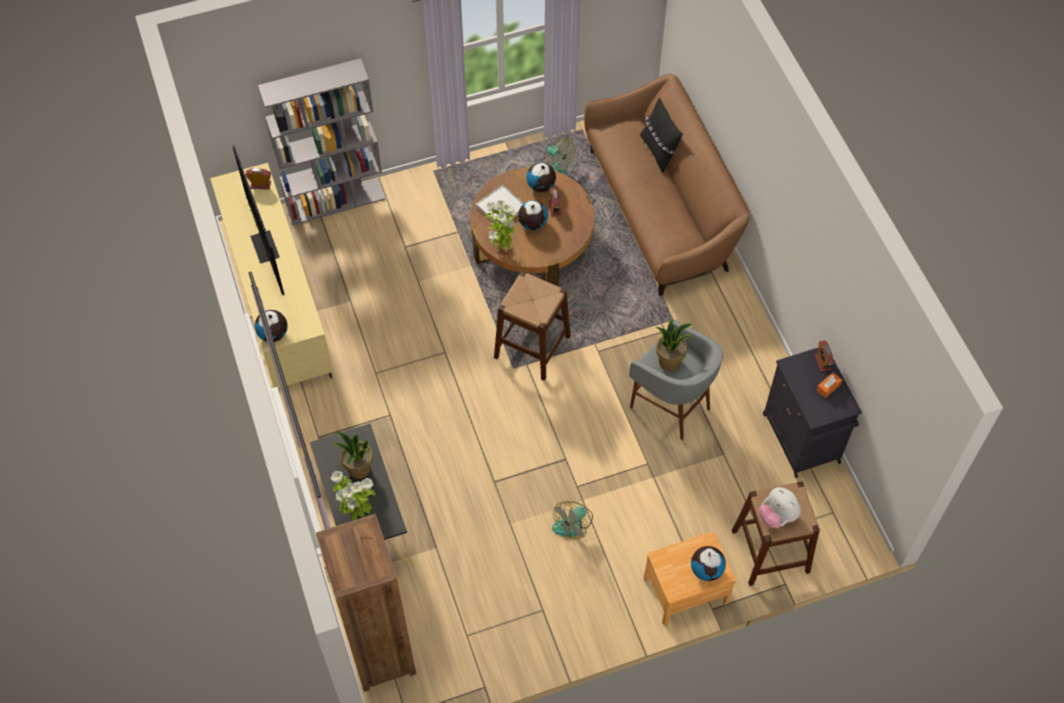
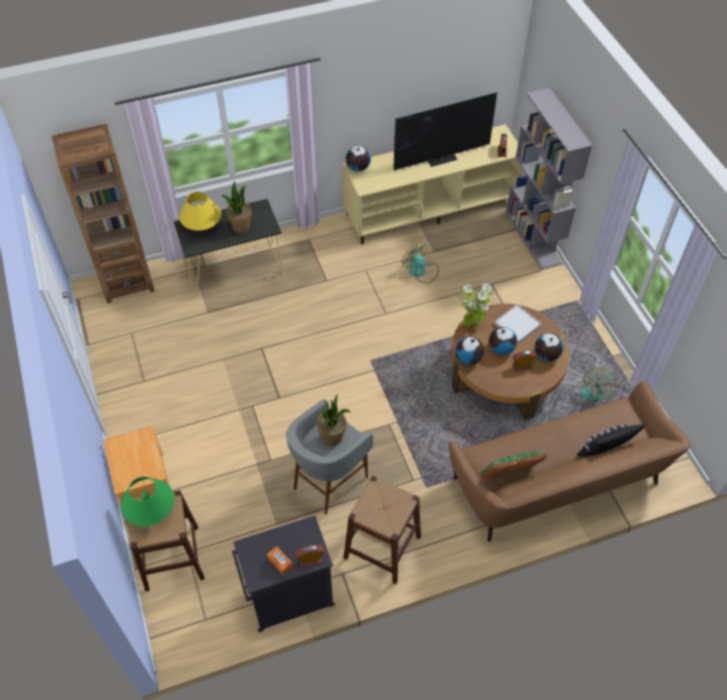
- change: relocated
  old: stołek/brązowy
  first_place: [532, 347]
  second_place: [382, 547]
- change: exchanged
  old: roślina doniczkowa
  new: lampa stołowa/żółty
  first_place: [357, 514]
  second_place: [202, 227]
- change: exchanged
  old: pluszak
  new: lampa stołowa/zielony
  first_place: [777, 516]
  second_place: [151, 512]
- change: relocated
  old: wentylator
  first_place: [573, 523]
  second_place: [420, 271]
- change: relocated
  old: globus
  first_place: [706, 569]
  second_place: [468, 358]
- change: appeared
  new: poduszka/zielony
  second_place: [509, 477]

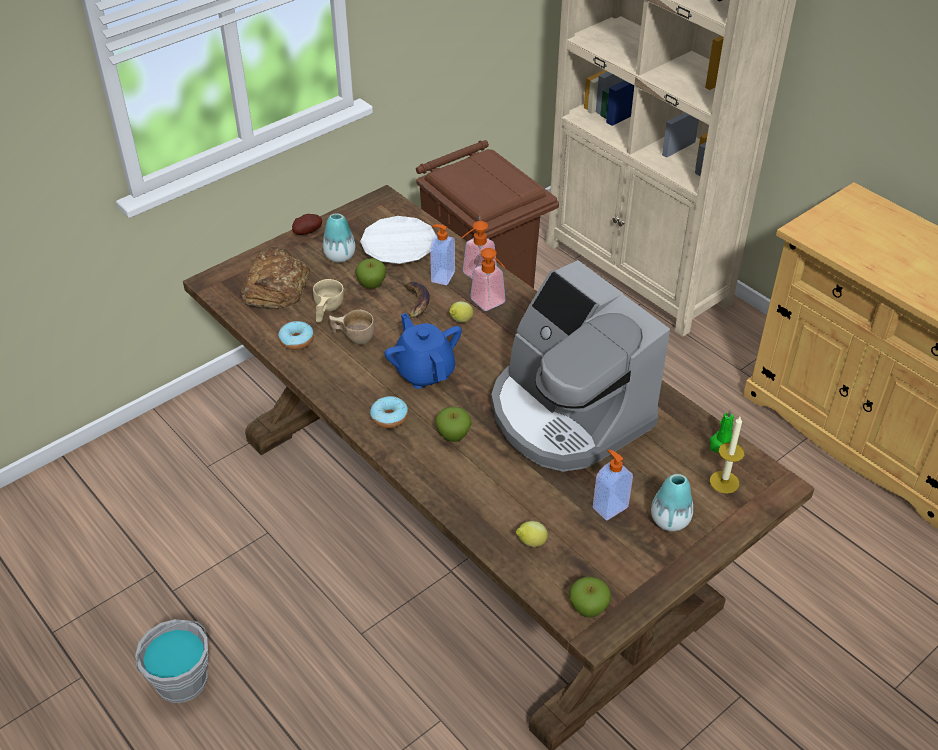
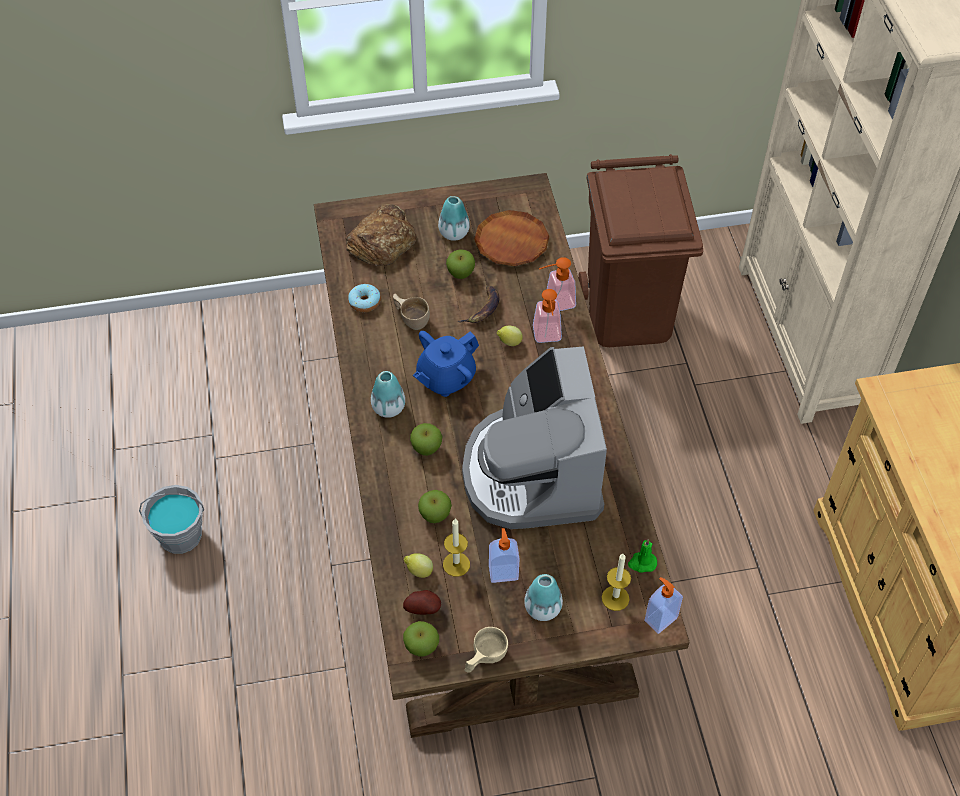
- change: relocated
  old: ziemniak
  first_place: [307, 232]
  second_place: [423, 608]
- change: colour
  old: talerz/biały
  new: talerz/brązowy
  first_place: [399, 245]
  second_place: [511, 242]
- change: relocated
  old: dozownik mydła
  first_place: [442, 276]
  second_place: [660, 618]
- change: relocated
  old: filiżanka/beżowy
  first_place: [326, 311]
  second_place: [484, 658]
- change: spun
  old: imbryk/niebieski
  first_place: [424, 371]
  second_place: [445, 378]
  degrees: -135
- change: exchanged
  old: donut
  new: wazon
  first_place: [389, 417]
  second_place: [388, 408]
- change: appeared
  new: jabłko
  second_place: [435, 515]
- change: appeared
  new: świeca
  second_place: [456, 564]

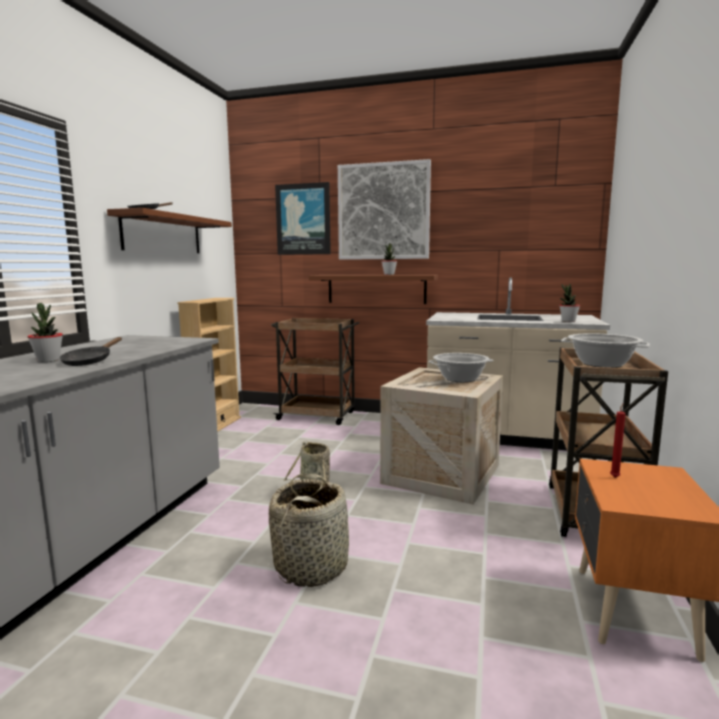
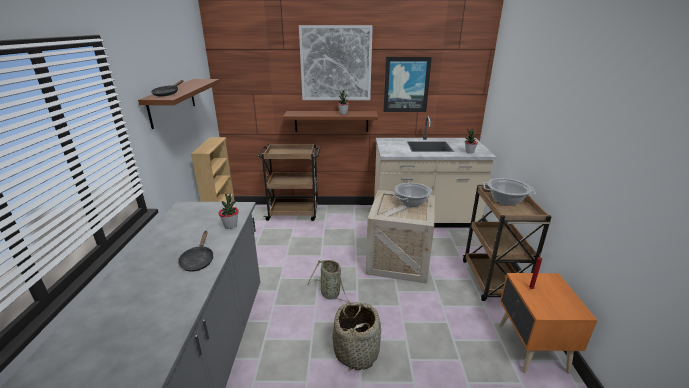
- change: relocated
  old: obraz
  first_place: [303, 219]
  second_place: [406, 85]
- change: relocated
  old: roślina doniczkowa
  first_place: [48, 360]
  second_place: [230, 226]

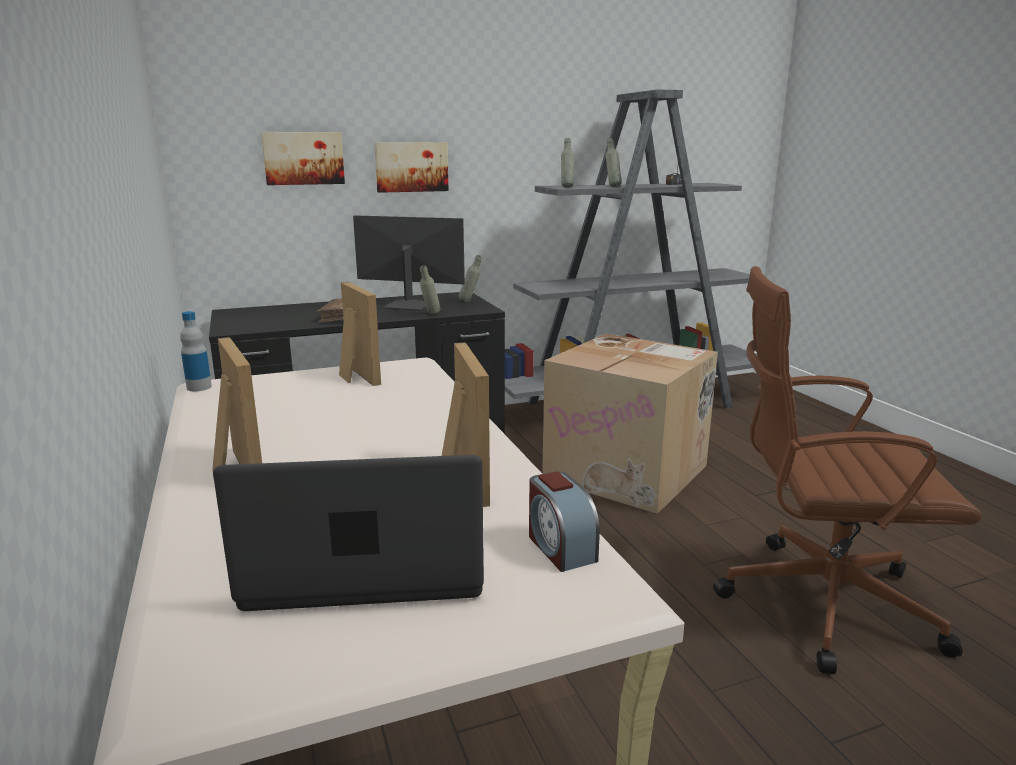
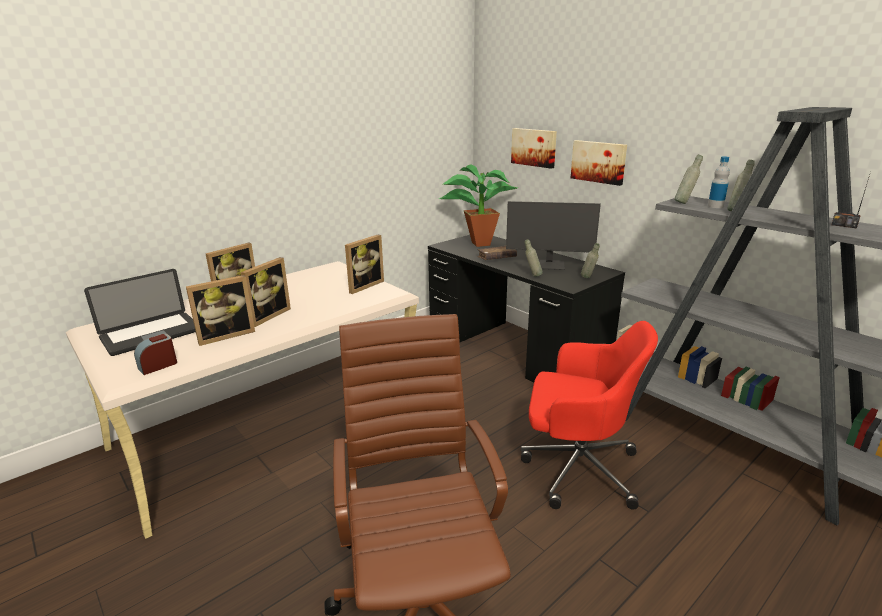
- change: spun
  old: monitor
  first_place: [407, 305]
  second_place: [549, 265]
  degrees: 105
- change: relocated
  old: butelka
  first_place: [199, 387]
  second_place: [715, 206]
- change: exchanged
  old: karton
  new: krzesło biurowe/czerwony
  first_place: [628, 471]
  second_place: [576, 467]
- change: spun
  old: laptop
  first_place: [367, 567]
  second_place: [151, 335]
  degrees: 75
- change: appeared
  new: roślina doniczkowa
  second_place: [476, 243]
- change: appeared
  new: ramka na zdjęcie
  second_place: [266, 316]

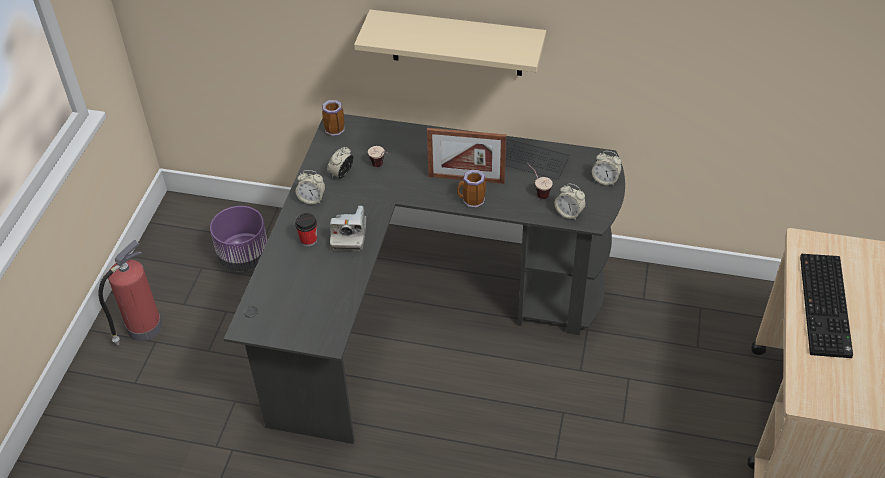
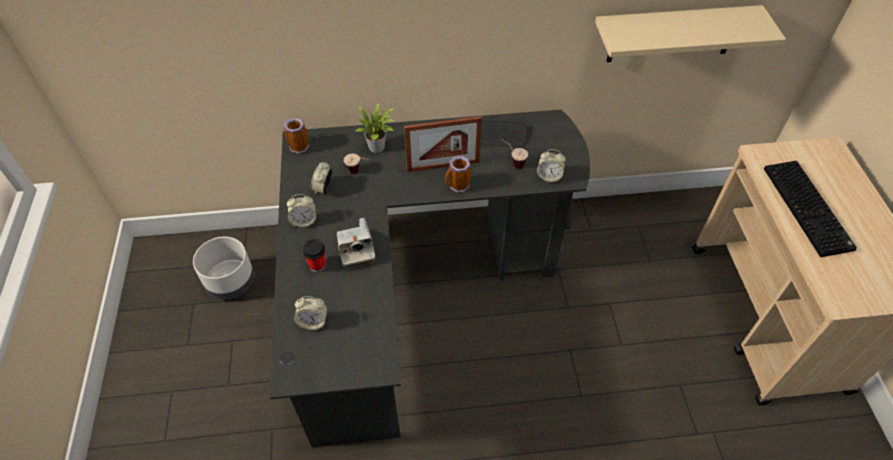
- change: relocated
  old: półka/beżowy
  first_place: [457, 43]
  second_place: [672, 34]
- change: relocated
  old: budzik
  first_place: [605, 180]
  second_place: [313, 322]
- change: colour
  old: donica/fioletowy
  new: donica/szary
  first_place: [243, 257]
  second_place: [230, 283]
- change: missing
  old: gaśnica
  first_place: [143, 328]
- change: appeared
  new: roślina doniczkowa
  second_place: [379, 146]

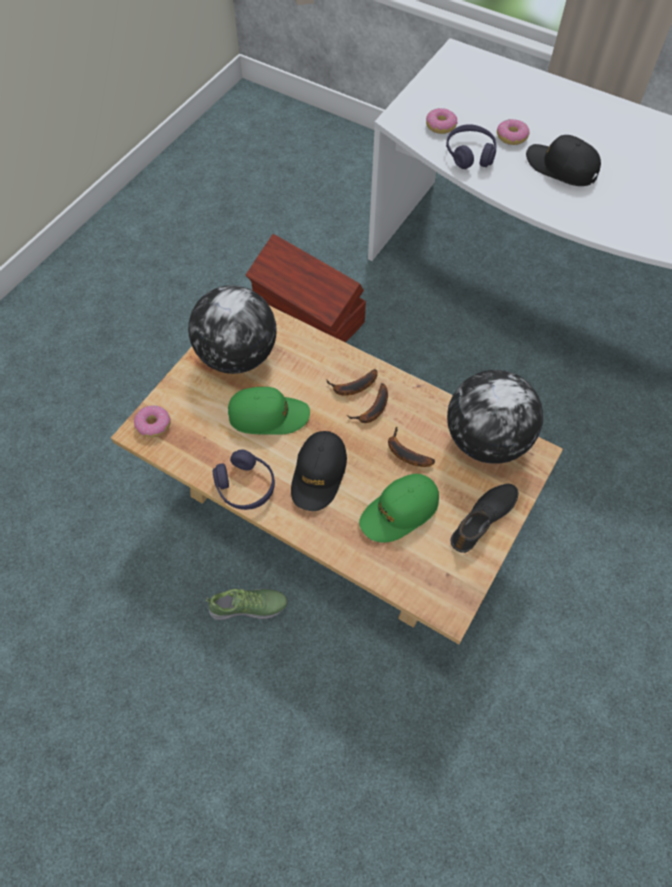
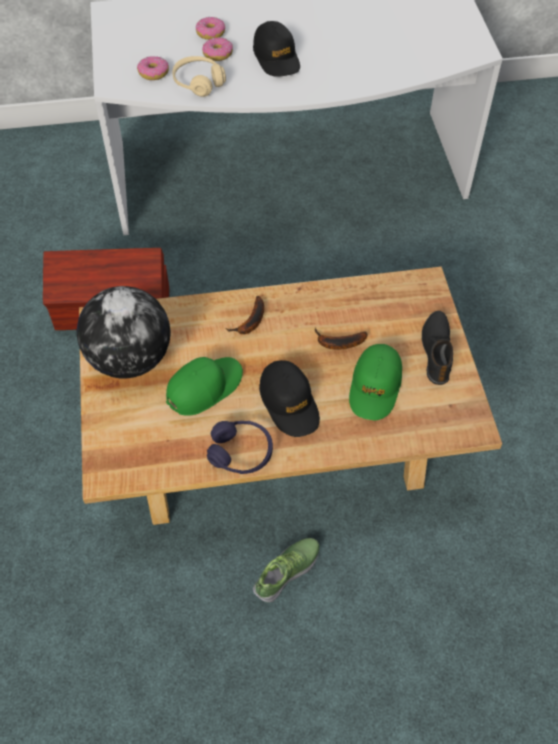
- change: colour
  old: słuchawki/fioletowy
  new: słuchawki/beżowy
  first_place: [470, 154]
  second_place: [199, 83]
- change: spun
  old: czapka z daszkiem/czarny
  first_place: [561, 167]
  second_place: [277, 58]
  degrees: -105
- change: missing
  old: globus
  first_place: [486, 440]
- change: missing
  old: banan
  first_place: [373, 410]
- change: relocated
  old: donut
  first_place: [153, 425]
  second_place: [210, 33]

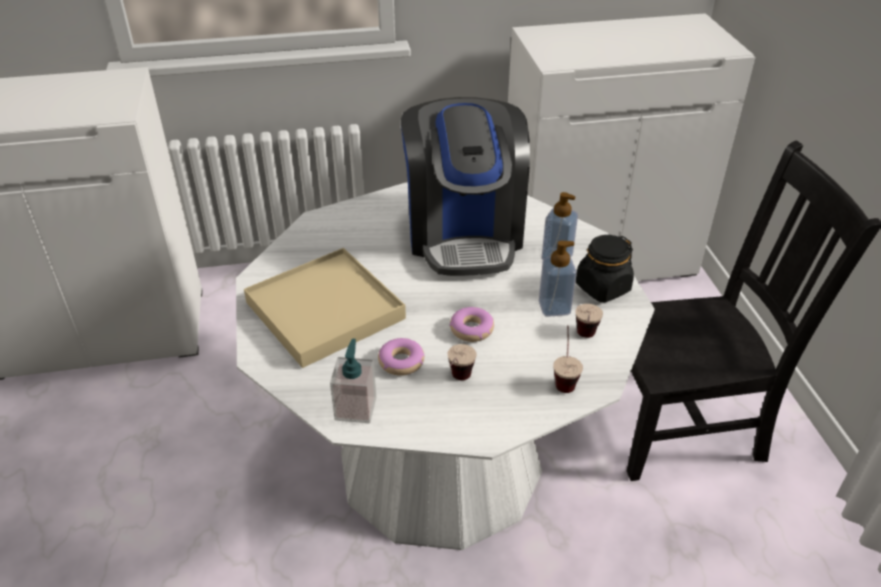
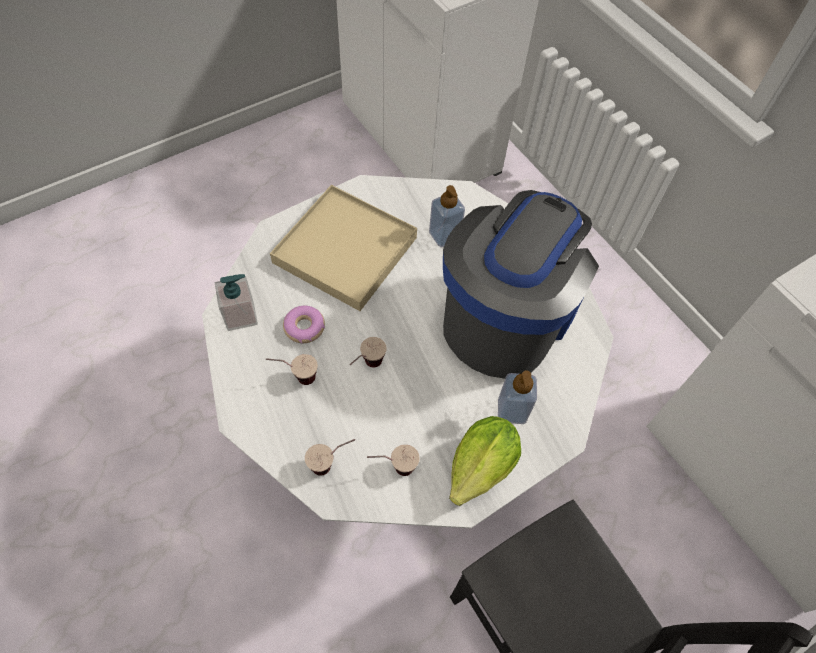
- change: spun
  old: ekspres do kawy
  first_place: [464, 234]
  second_place: [506, 316]
  degrees: 150
- change: exchanged
  old: słoik/czarny
  new: sałata
  first_place: [602, 288]
  second_place: [481, 467]
- change: relocated
  old: dozownik mydła
  first_place: [554, 307]
  second_place: [444, 235]
- change: exchanged
  old: donut
  new: filiżanka
  first_place: [471, 329]
  second_place: [367, 367]

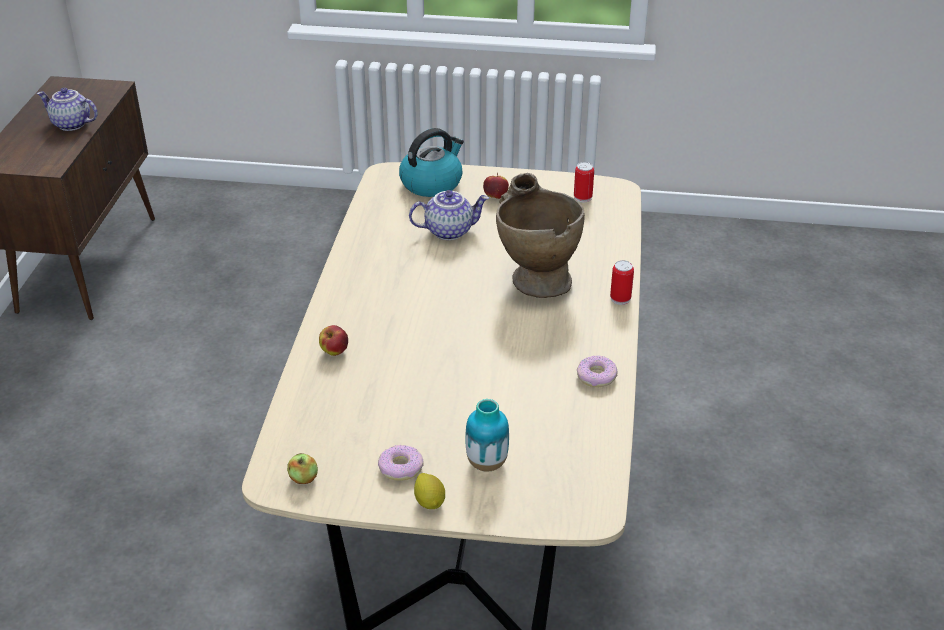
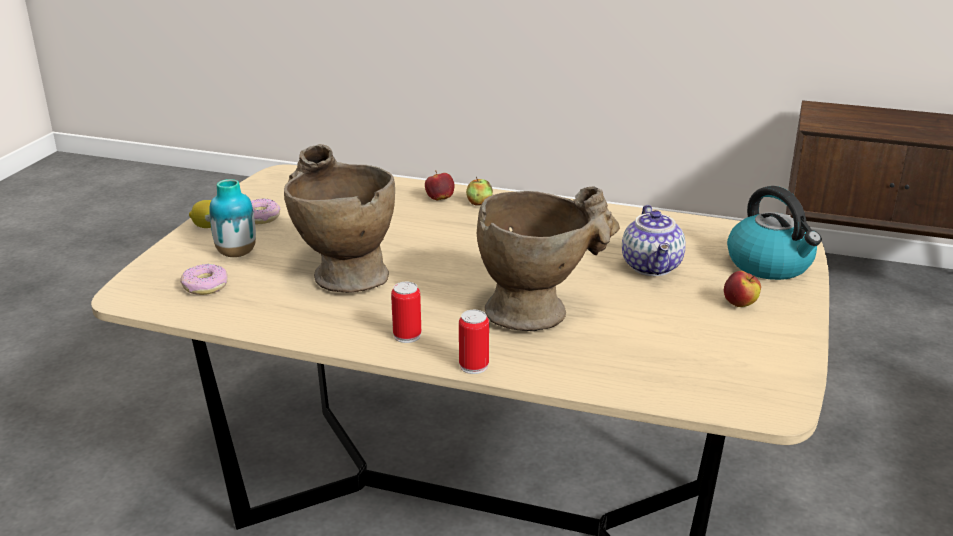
- change: missing
  old: imbryk
  first_place: [70, 124]
- change: relocated
  old: puszka
  first_place: [582, 197]
  second_place: [407, 335]
- change: relocated
  old: donut
  first_place: [596, 377]
  second_place: [205, 286]
- change: relocated
  old: jabłko
  first_place: [303, 478]
  second_place: [479, 203]
- change: appeared
  new: wazon/beżowy
  second_place: [341, 274]

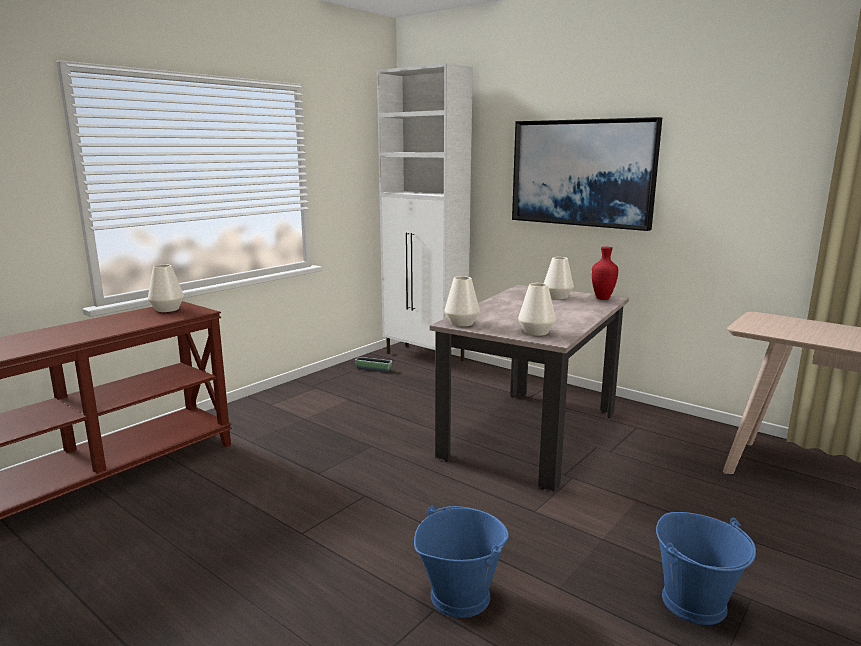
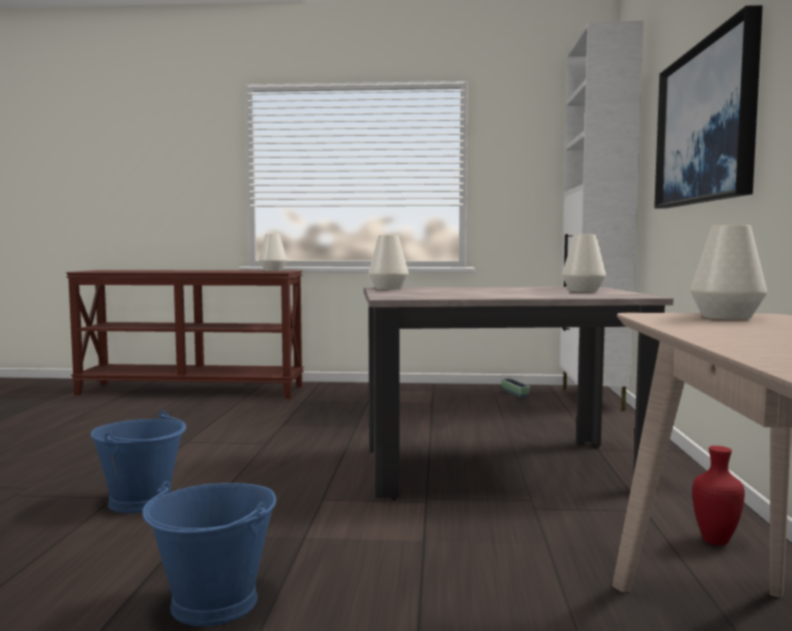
- change: relocated
  old: wazon/czerwony
  first_place: [601, 298]
  second_place: [714, 540]
- change: relocated
  old: wazon/biały
  first_place: [536, 332]
  second_place: [726, 317]

